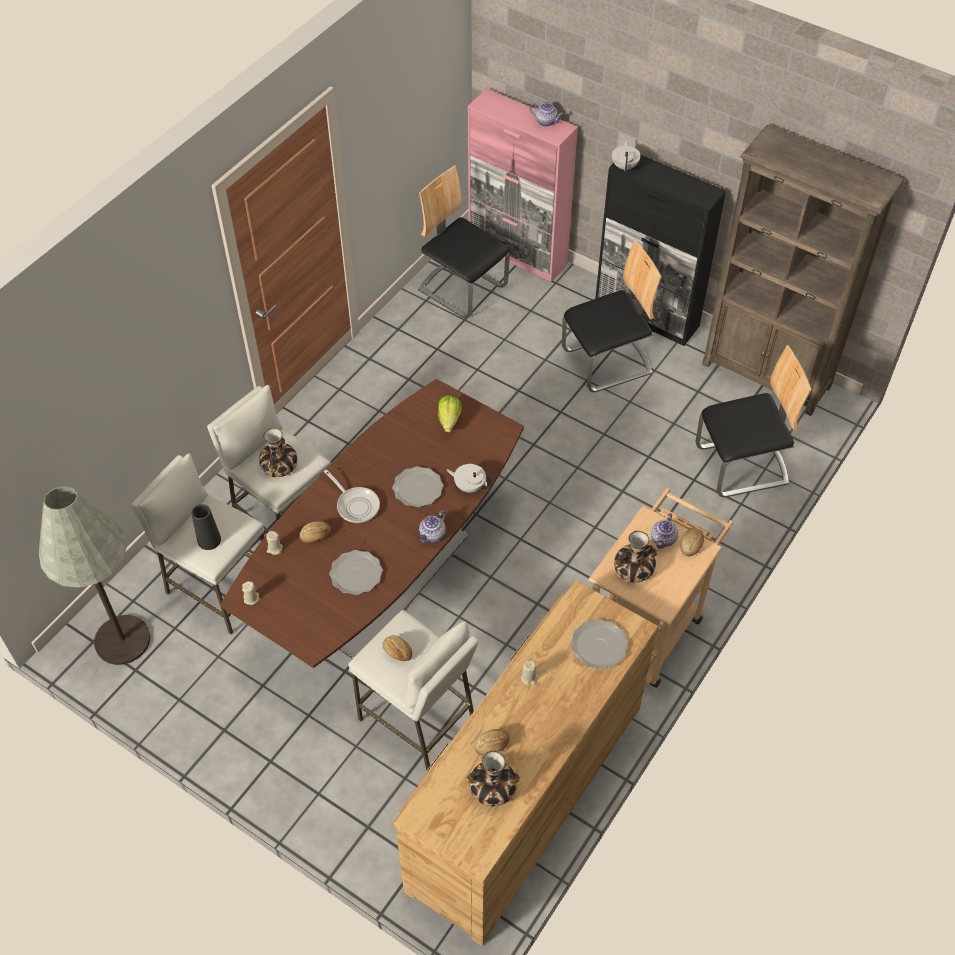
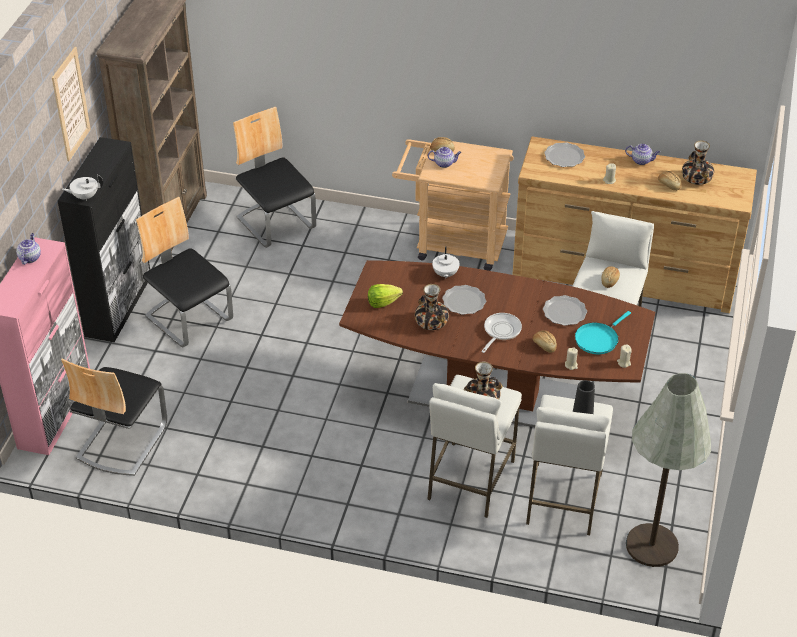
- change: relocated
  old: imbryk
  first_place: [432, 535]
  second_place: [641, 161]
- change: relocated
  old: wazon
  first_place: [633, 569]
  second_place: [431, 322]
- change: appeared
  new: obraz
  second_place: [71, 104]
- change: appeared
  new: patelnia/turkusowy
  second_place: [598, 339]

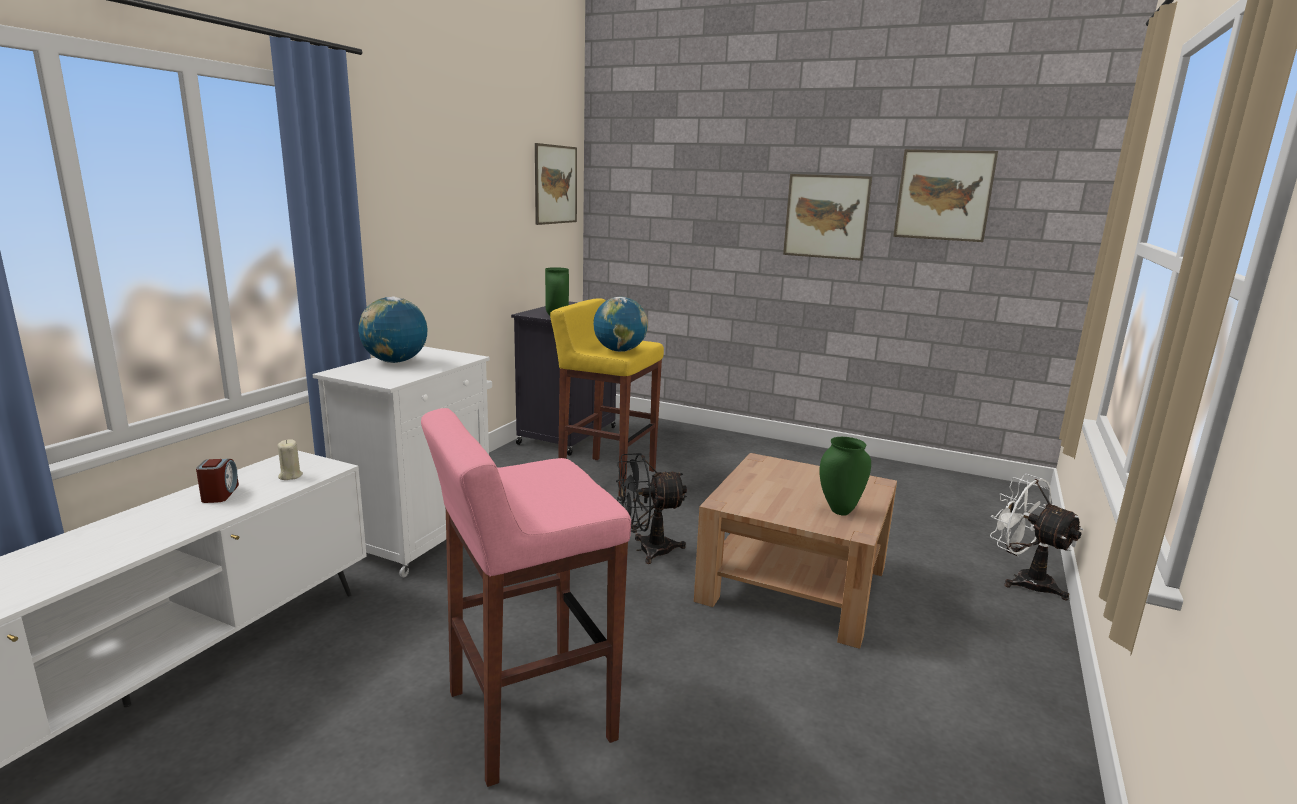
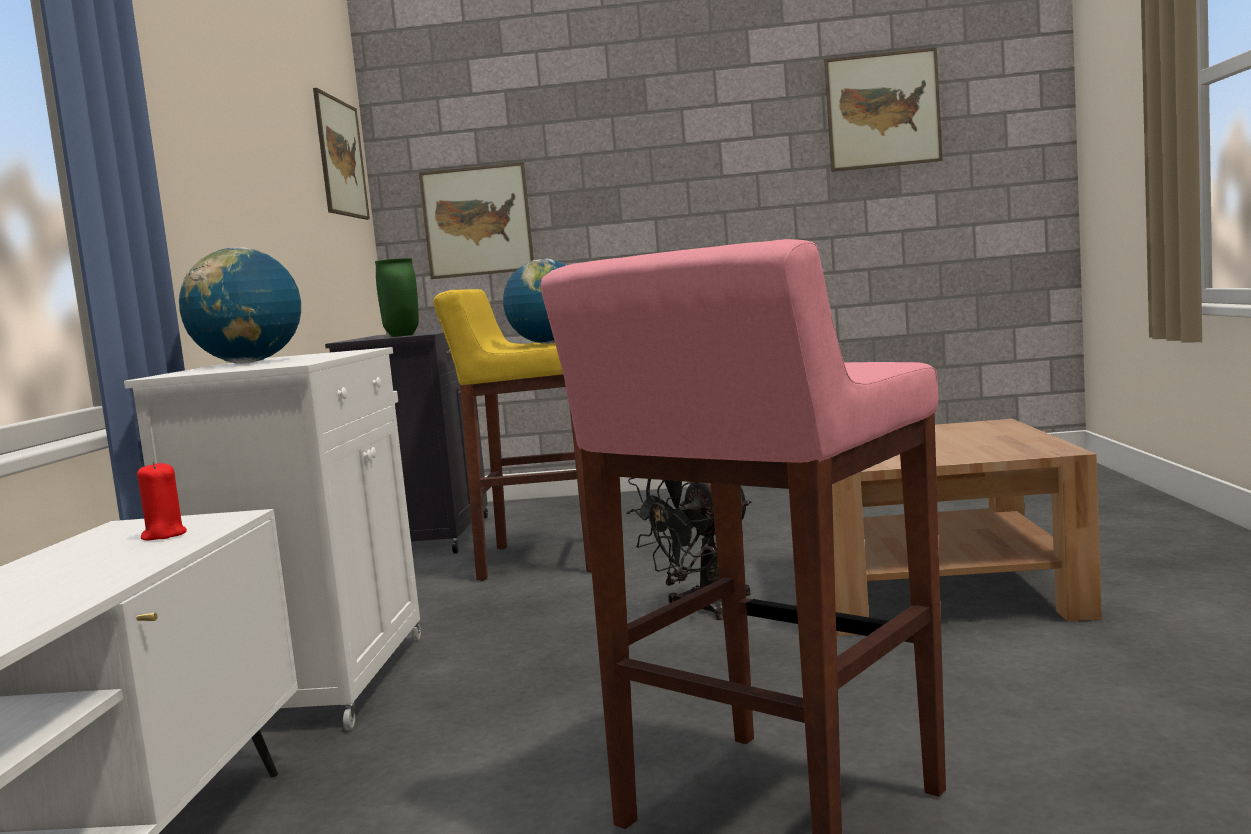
- change: relocated
  old: obraz
  first_place: [826, 216]
  second_place: [477, 221]
- change: missing
  old: wazon/zielony
  first_place: [840, 511]
- change: colour
  old: świeca/beżowy
  new: świeca/czerwony
  first_place: [290, 476]
  second_place: [163, 535]
- change: missing
  old: budzik
  first_place: [220, 494]
- change: missing
  old: wentylator/biały
  first_place: [1024, 580]

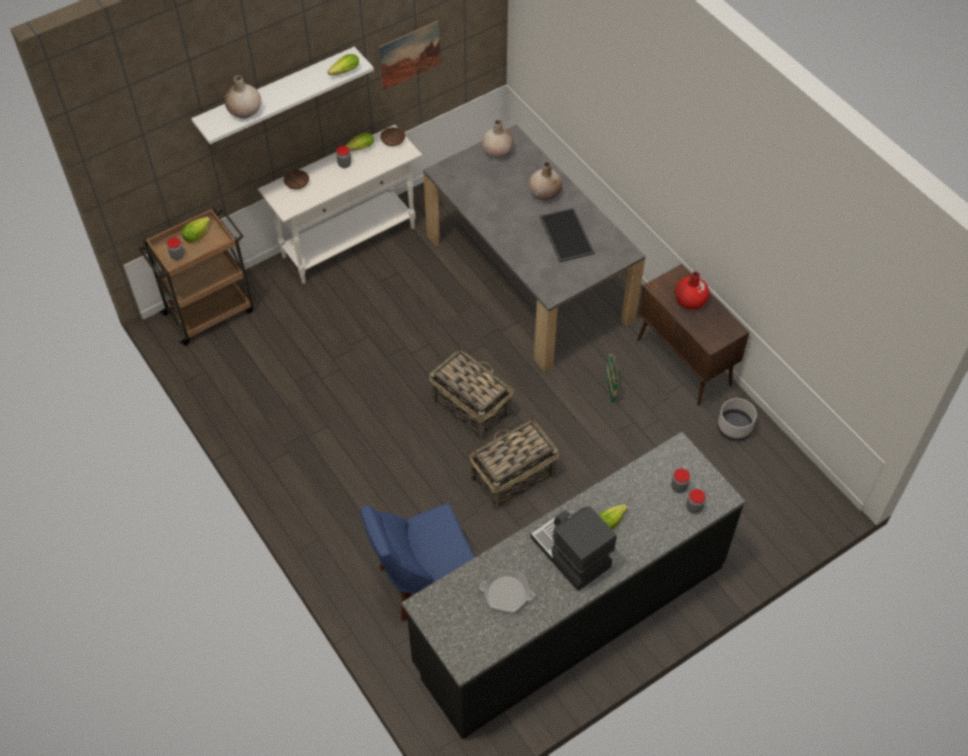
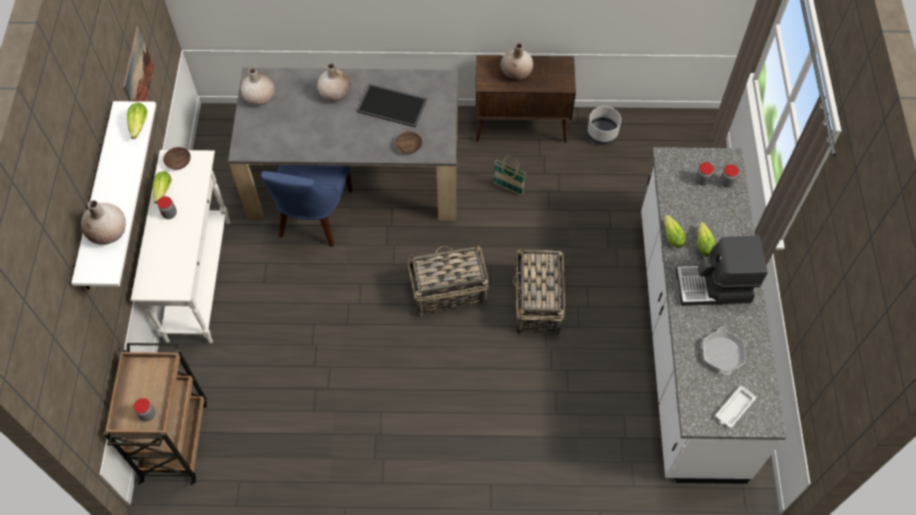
- change: relocated
  old: miska/brązowy
  first_place: [297, 184]
  second_place: [409, 146]
- change: relocated
  old: sałata
  first_place: [198, 233]
  second_place: [672, 235]
- change: colour
  old: wazon/czerwony
  new: wazon/beżowy
  first_place: [690, 301]
  second_place: [516, 72]
- change: colour
  old: zabudowa kuchenna/czarny
  new: zabudowa kuchenna/biały
  first_place: [569, 615]
  second_place: [686, 341]
- change: relocated
  old: krzesło/niebieski
  first_place: [423, 581]
  second_place: [314, 216]
- change: spun
  old: patelnia
  first_place: [506, 593]
  second_place: [722, 353]
  degrees: 135
- change: appeared
  new: taca/biały
  second_place: [734, 408]

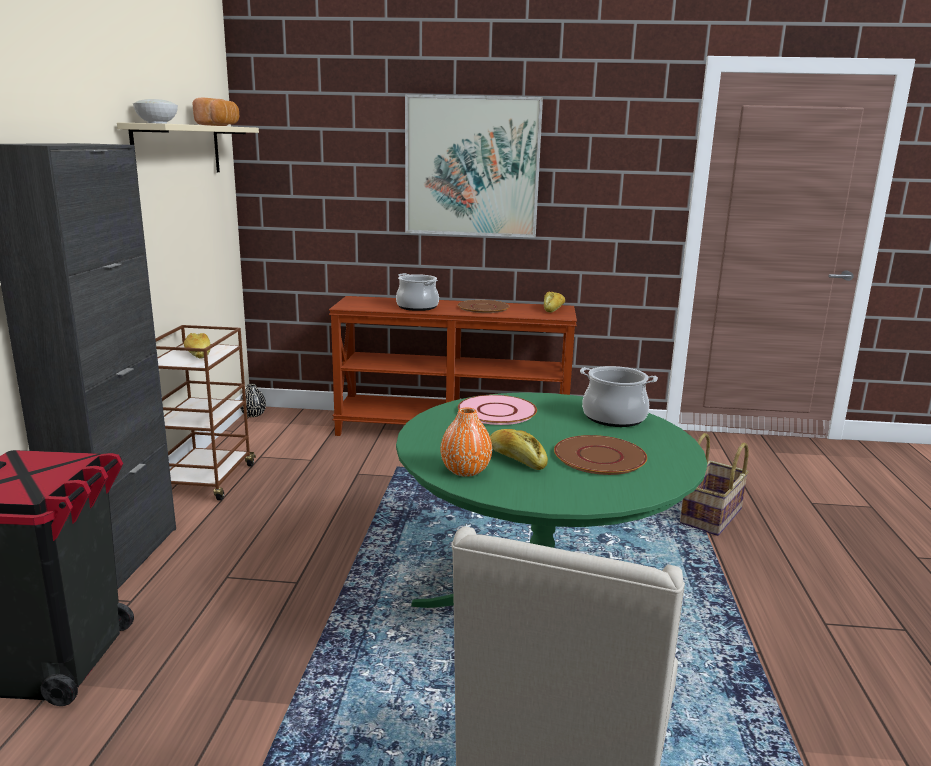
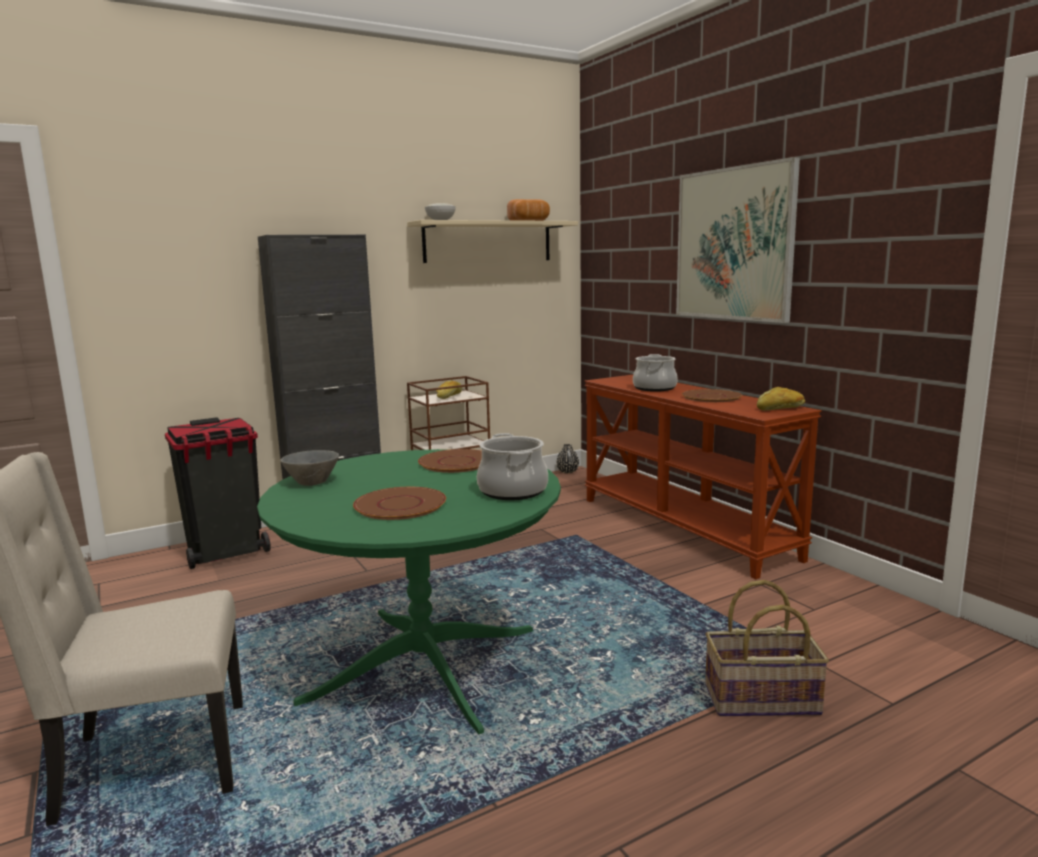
- change: colour
  old: talerz/różowy
  new: talerz/brązowy
  first_place: [496, 411]
  second_place: [456, 462]
- change: exchanged
  old: wazon/pomarańczowy
  new: miska/szary
  first_place: [465, 470]
  second_place: [314, 482]
- change: missing
  old: chleb
  first_place: [516, 459]

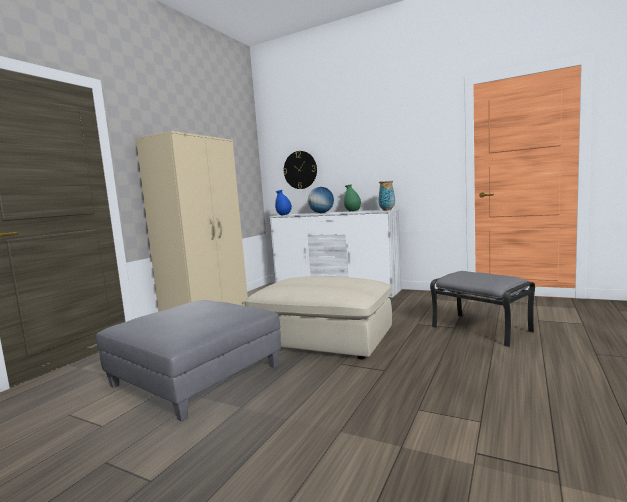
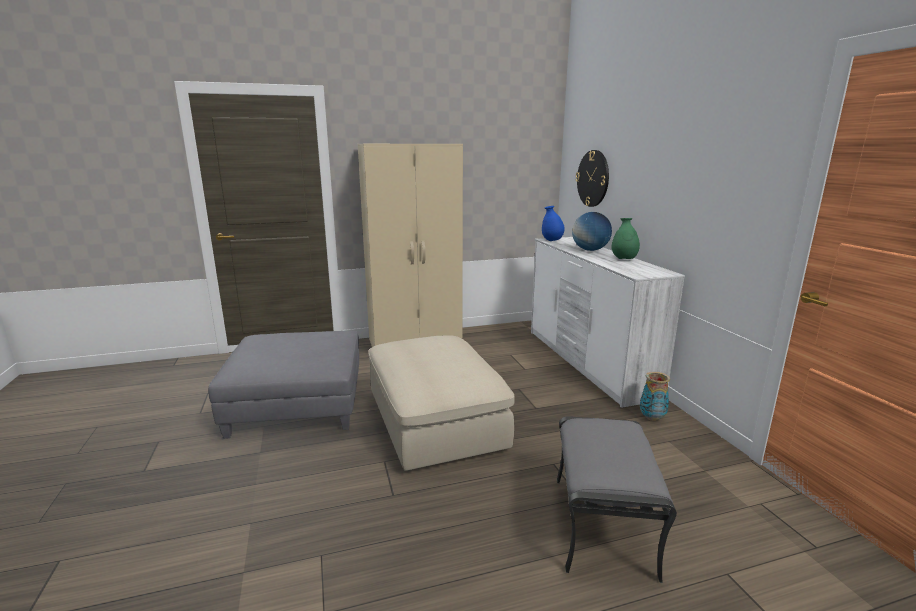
- change: relocated
  old: wazon
  first_place: [387, 210]
  second_place: [652, 418]

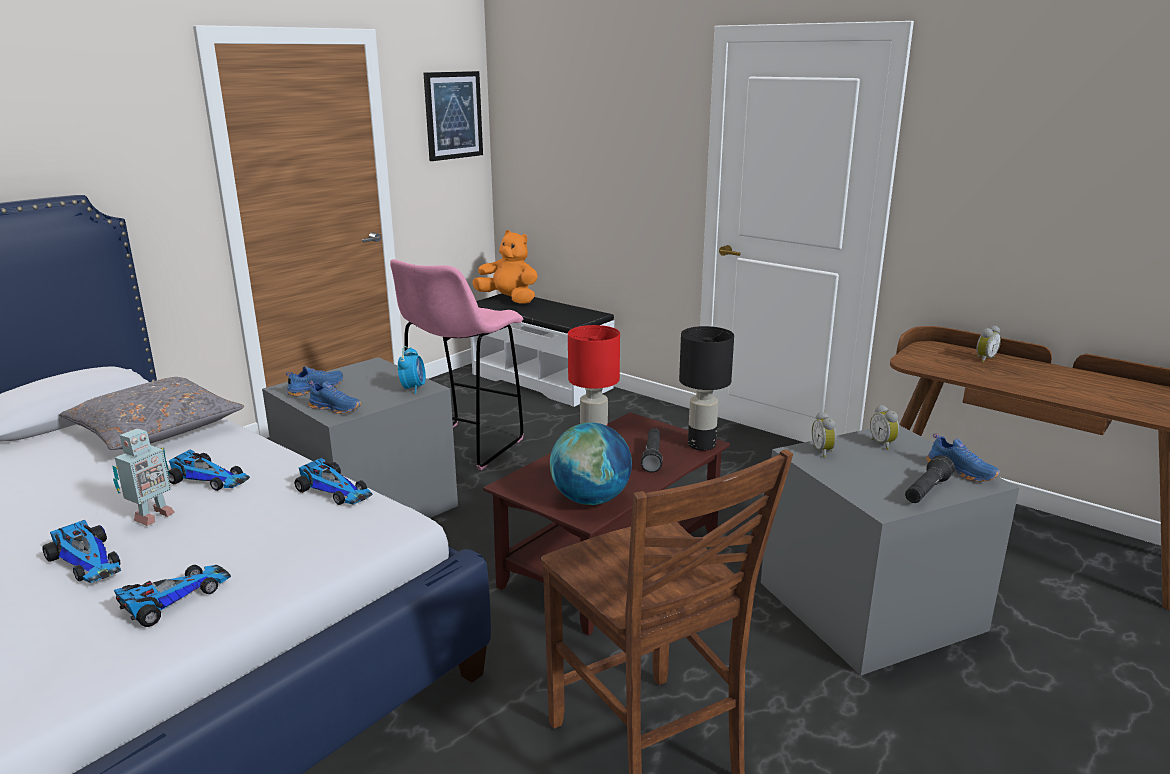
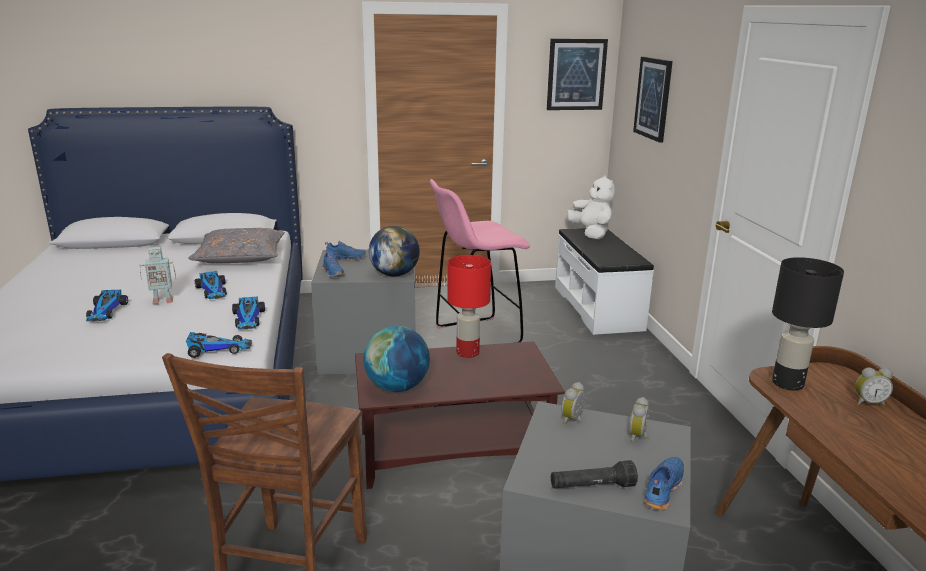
- change: colour
  old: pluszak/pomarańczowy
  new: pluszak/biały
  first_place: [509, 300]
  second_place: [591, 233]
- change: relocated
  old: lampa stołowa/czarny
  first_place: [701, 445]
  second_place: [787, 384]
- change: exchanged
  old: budzik
  new: globus
  first_place: [413, 388]
  second_place: [394, 274]
- change: missing
  old: latarka/czarny
  first_place: [652, 457]
- change: spun
  old: but/niebieski
  first_place: [962, 471]
  second_place: [661, 489]
  degrees: -150
- change: relocated
  old: samochodzik
  first_place: [173, 598]
  second_place: [218, 349]
- change: appeared
  new: obraz
  second_place: [653, 98]

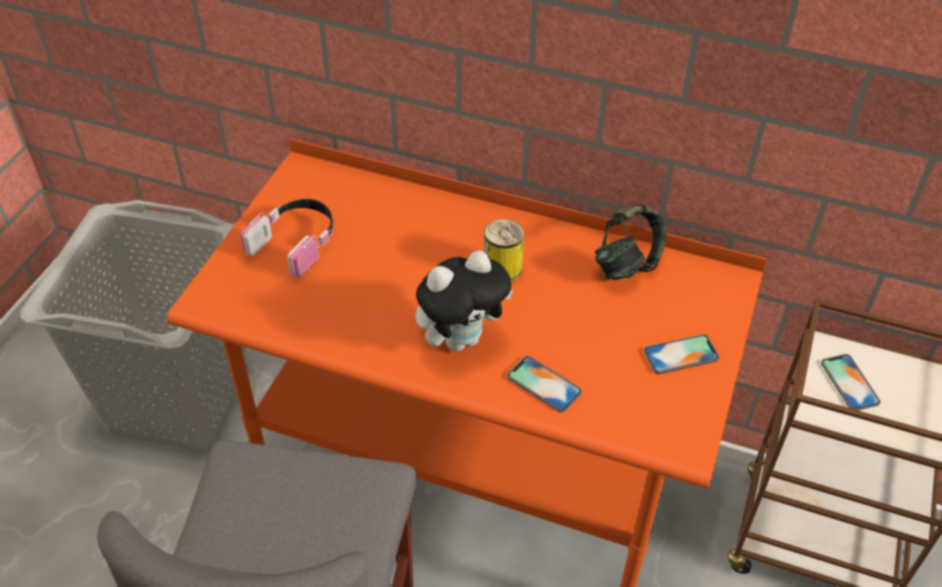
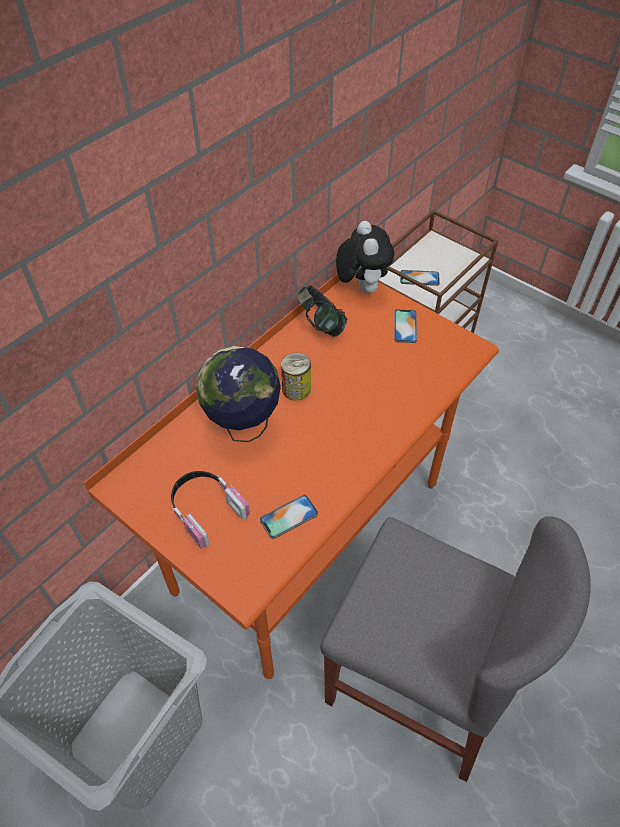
- change: relocated
  old: pluszak
  first_place: [461, 338]
  second_place: [361, 287]
- change: relocated
  old: telefon
  first_place: [544, 384]
  second_place: [289, 517]
- change: appeared
  new: globus
  second_place: [243, 427]

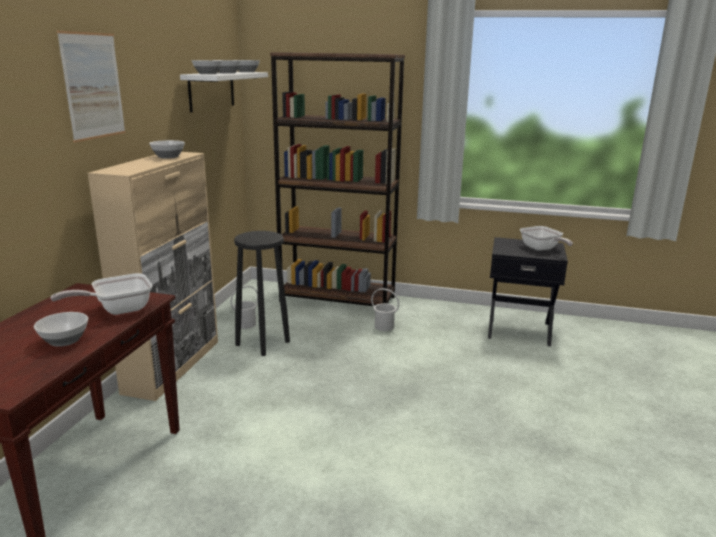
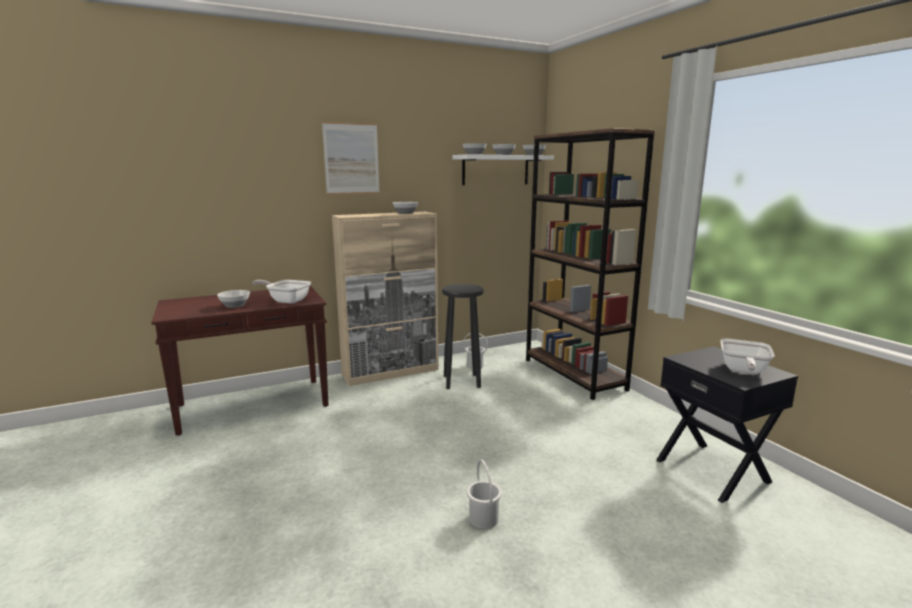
- change: relocated
  old: wiadro/biały
  first_place: [384, 326]
  second_place: [484, 518]

